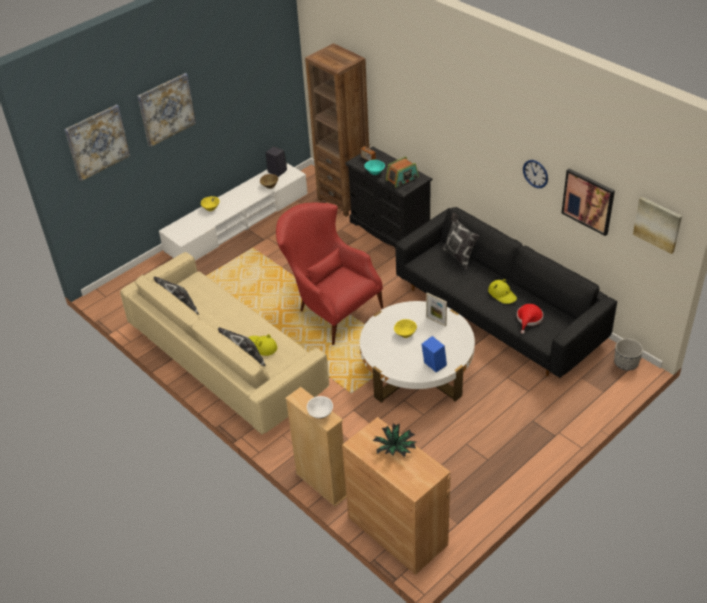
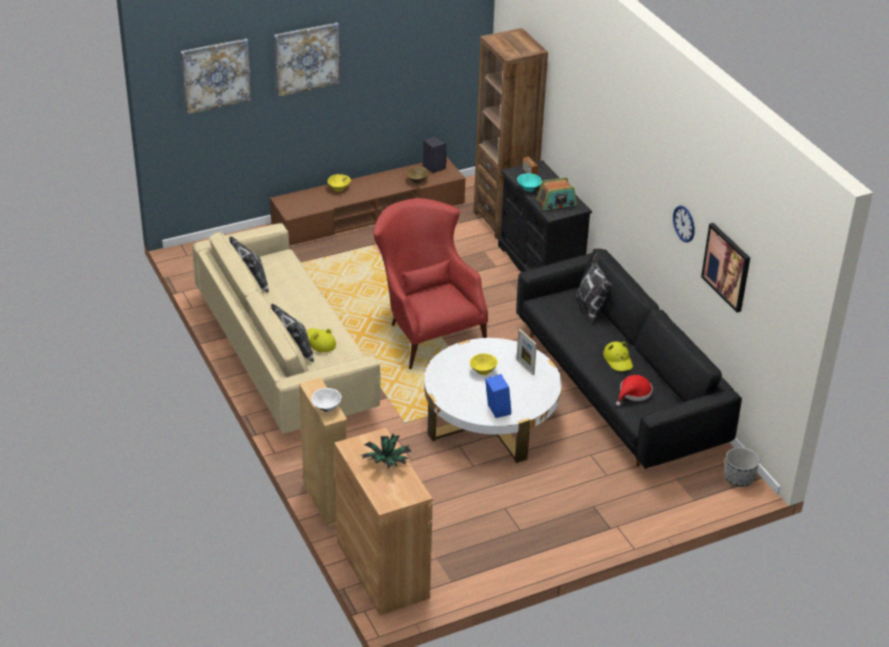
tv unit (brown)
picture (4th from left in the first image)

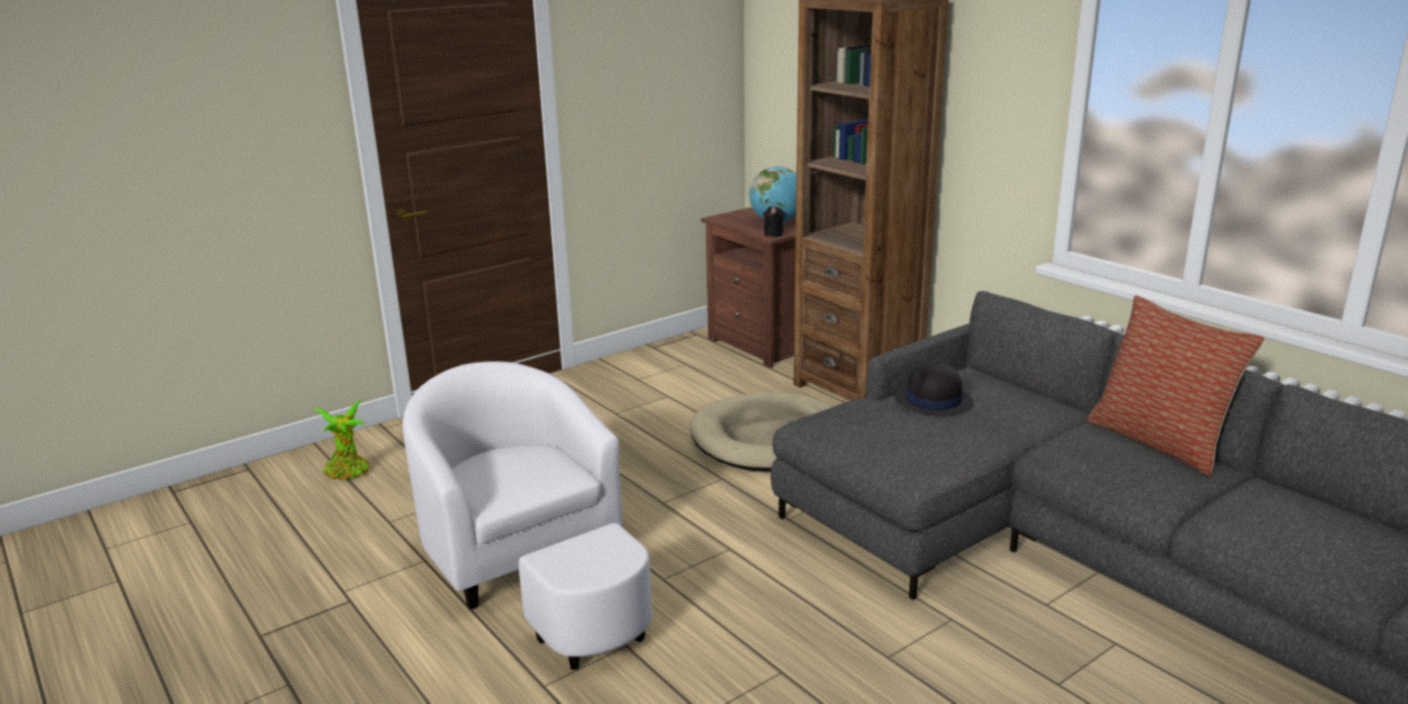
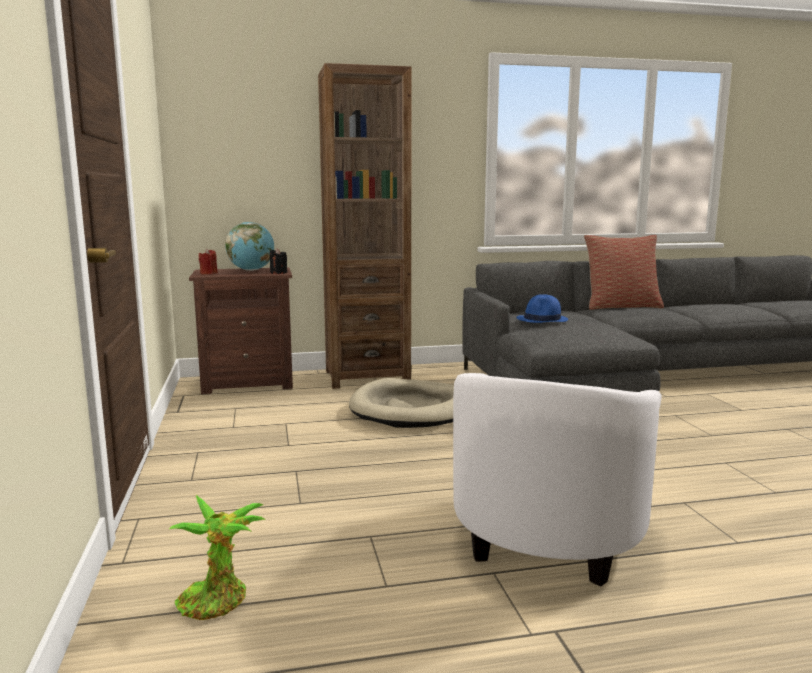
candle (red-coloured)
lounge chair (whitish)
clothing hat (bluish)

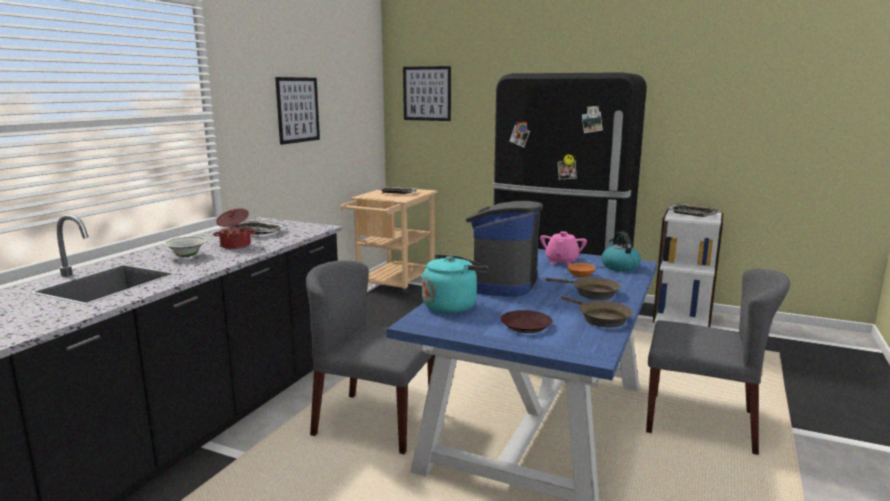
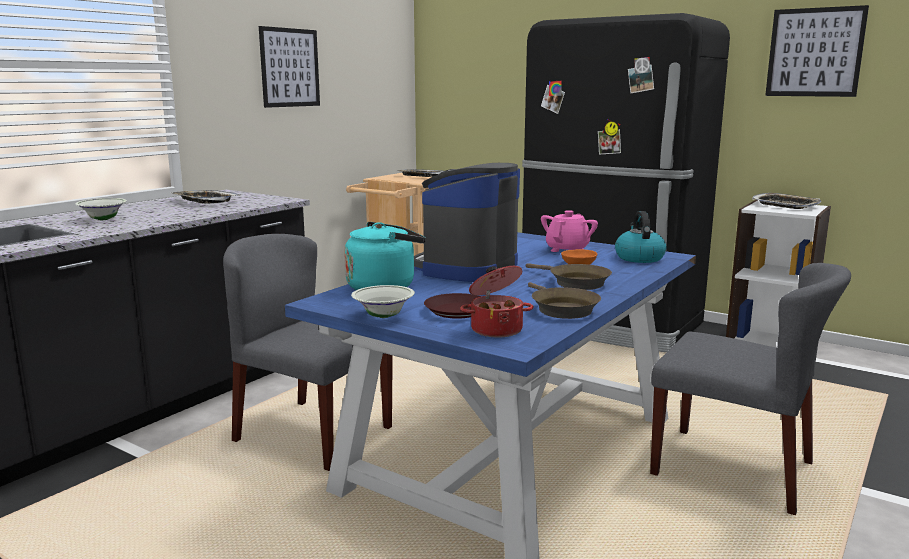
serving bowl (whitish) (2nd from left)
stockpot
picture (2nd from left)

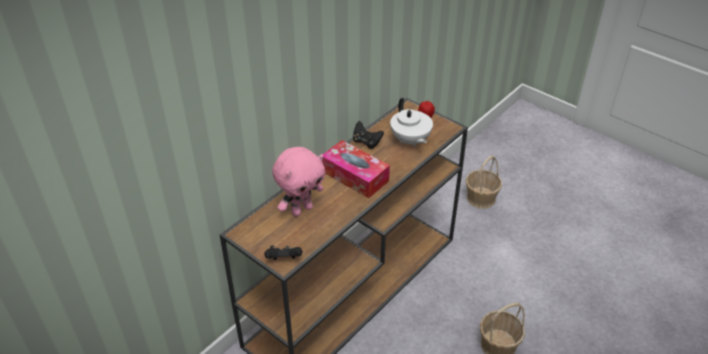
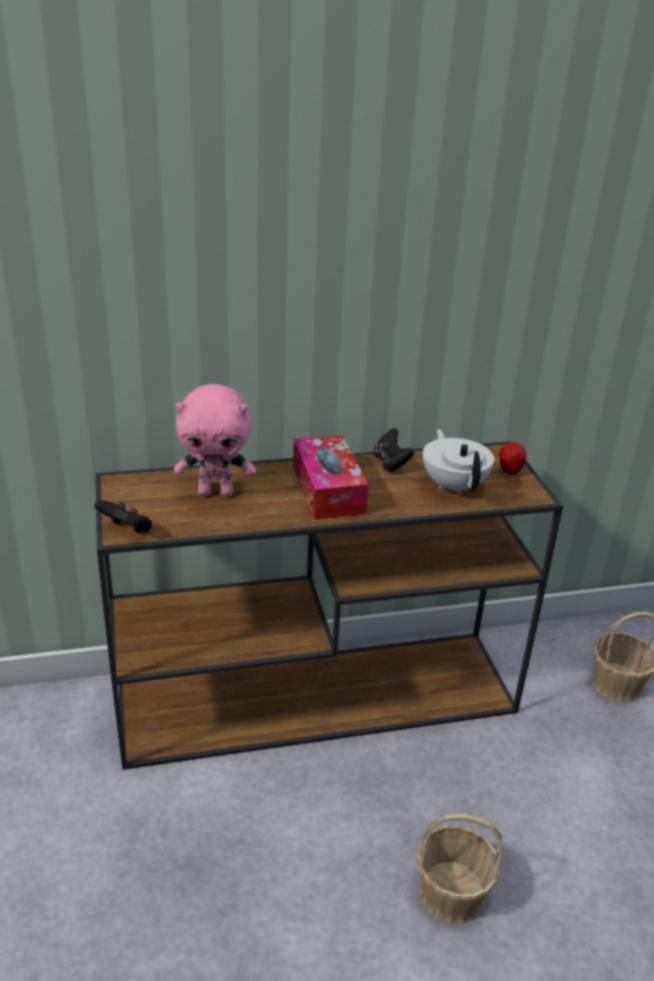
teapot (whitish)

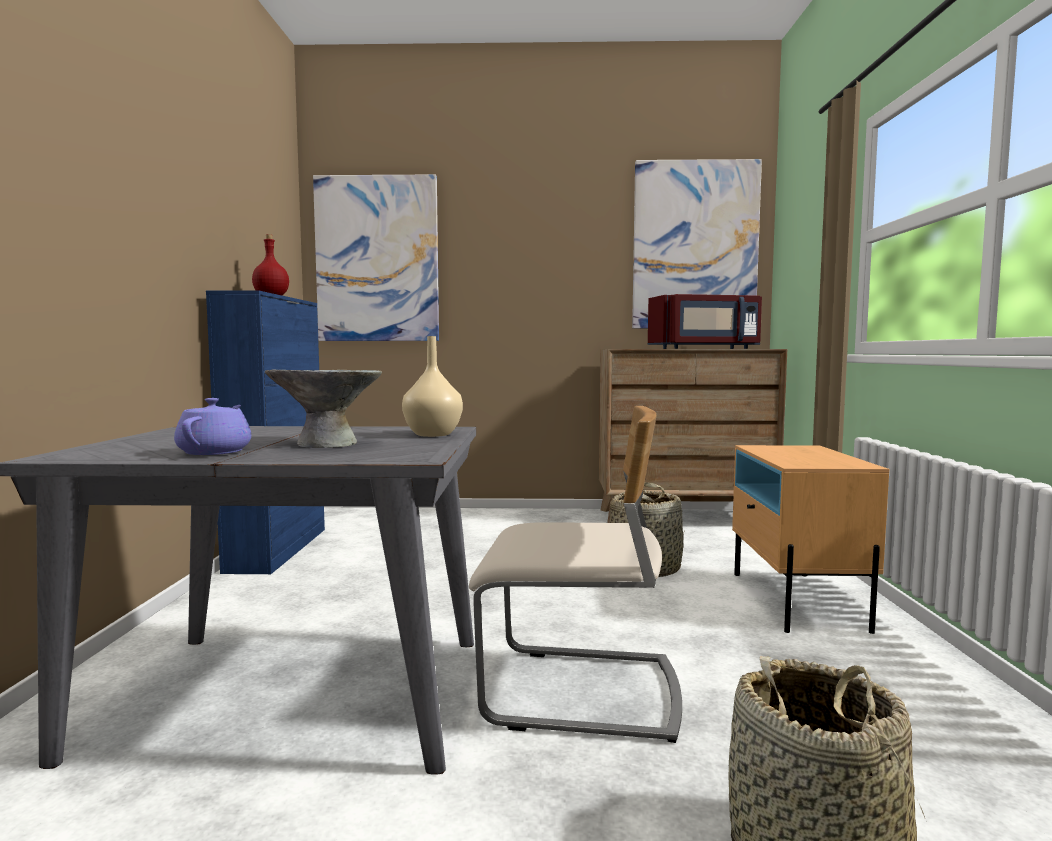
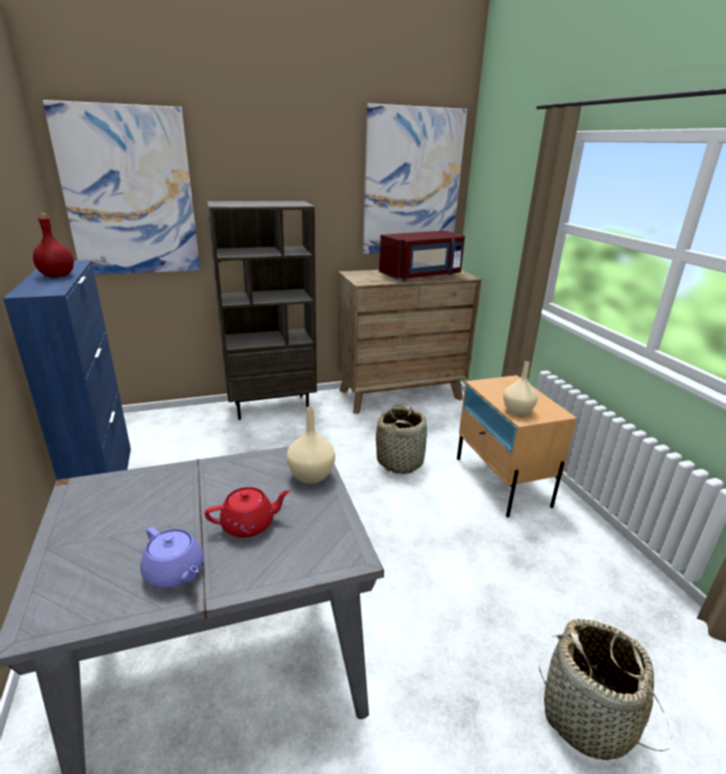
teapot (purple)
teapot (red-coloured)
bookshelf (brown)
flower vase (sand-coloured) (2nd from left)
upright chair (sand-coloured)

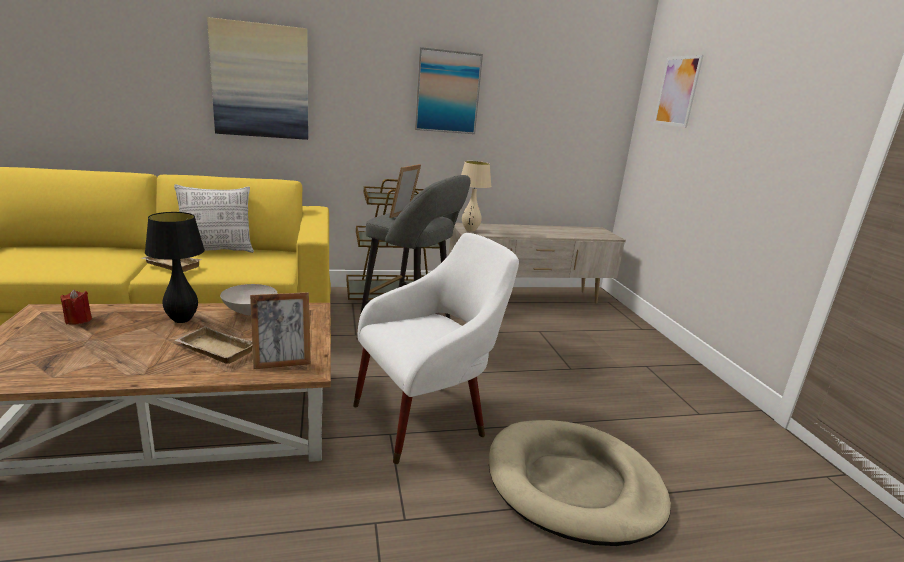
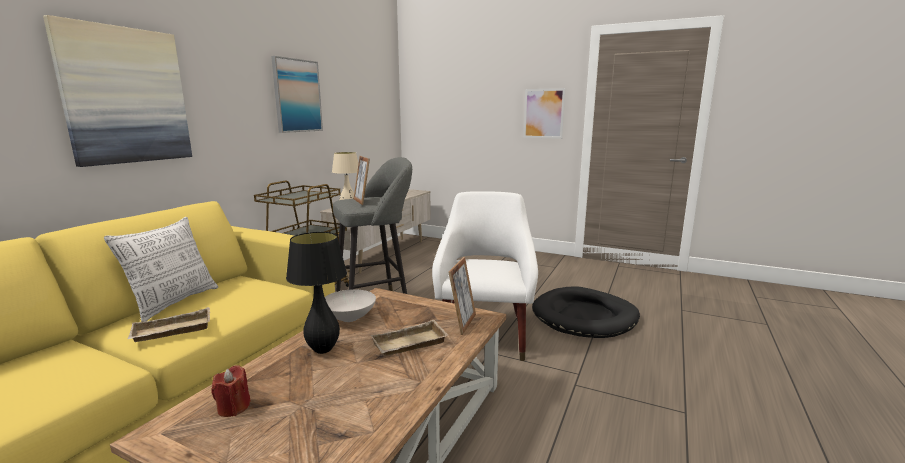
picture (3rd from left)
dog bed (blackish)

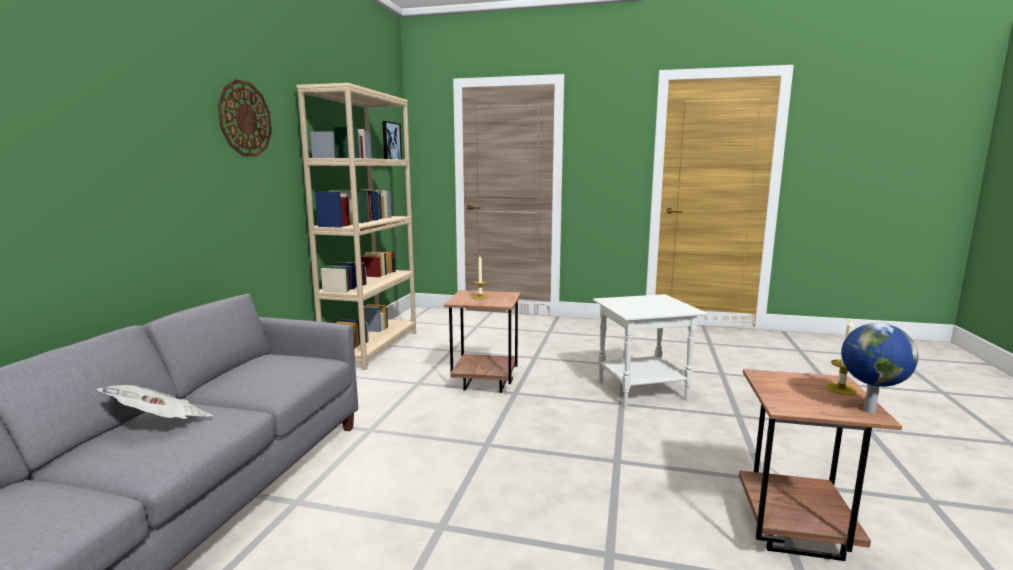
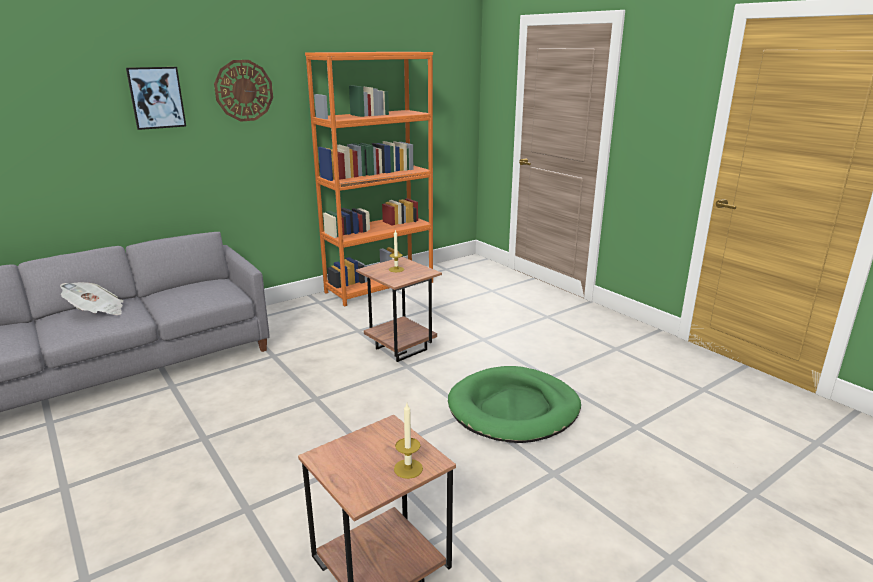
picture
bookshelf (orangey)
dog bed (green)
world globe

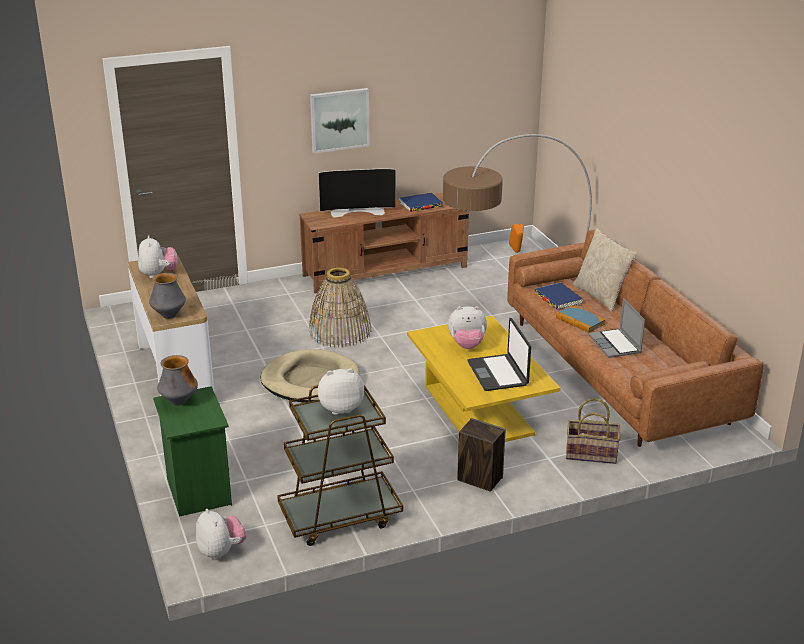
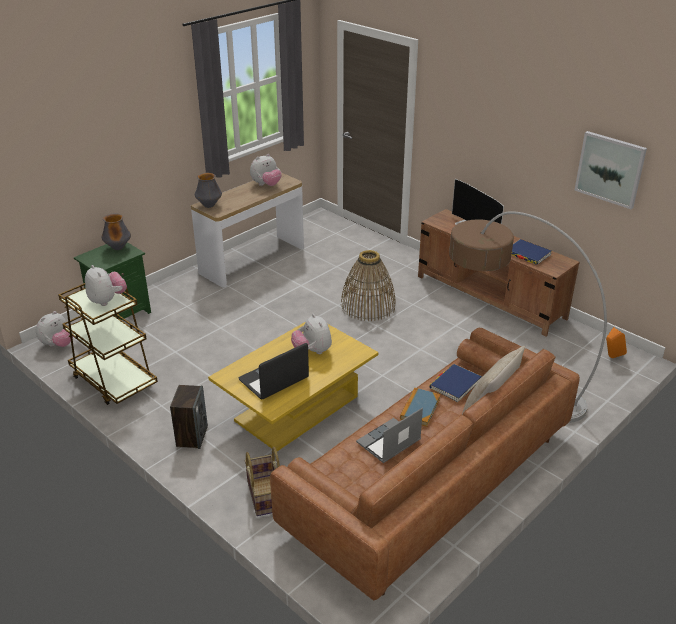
picture
dog bed (sand-coloured)

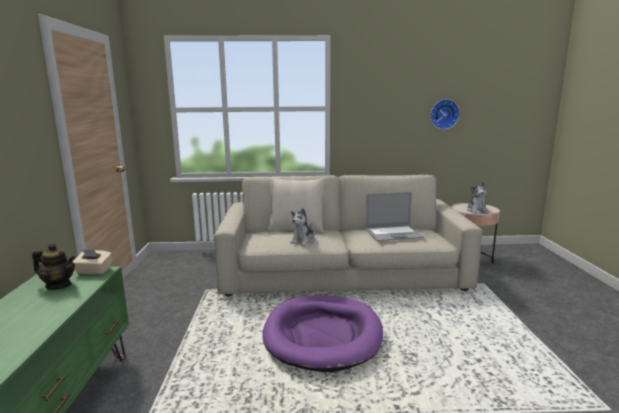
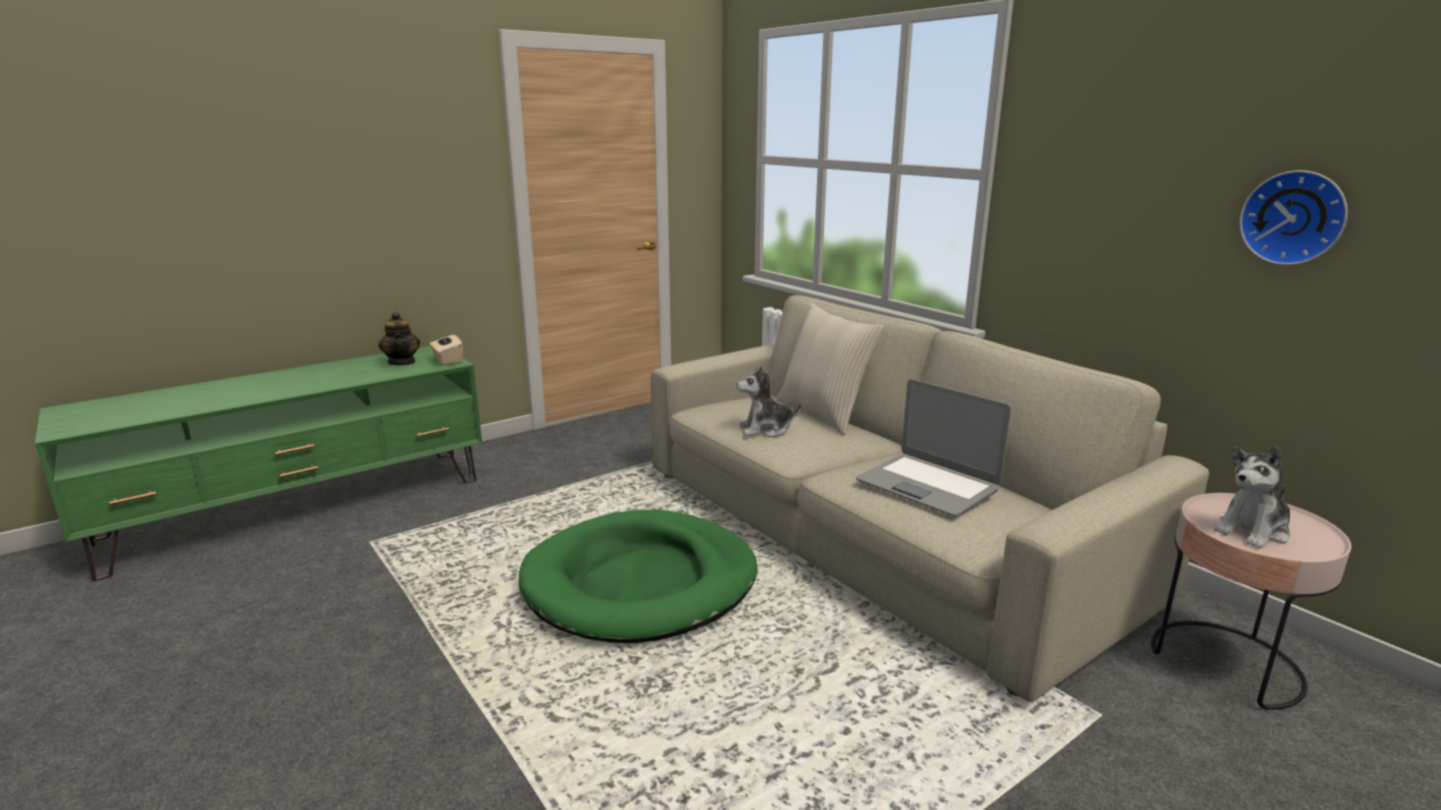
dog bed (green)

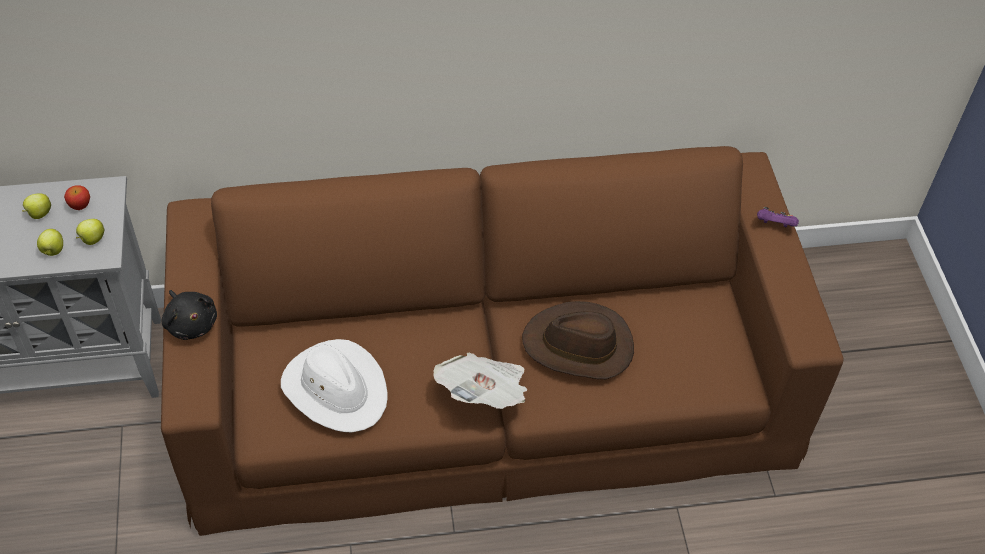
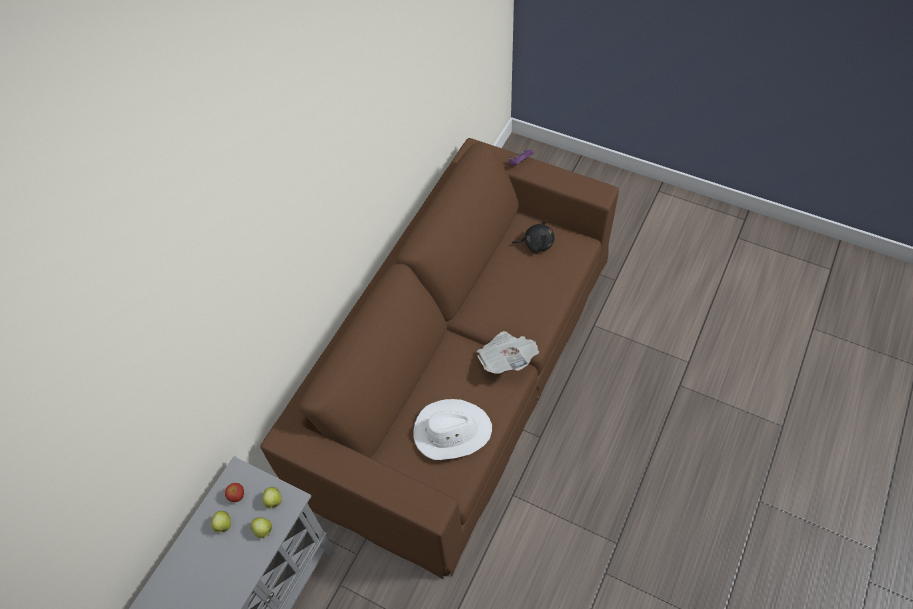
plush toy (blackish)
clothing hat (brown)

